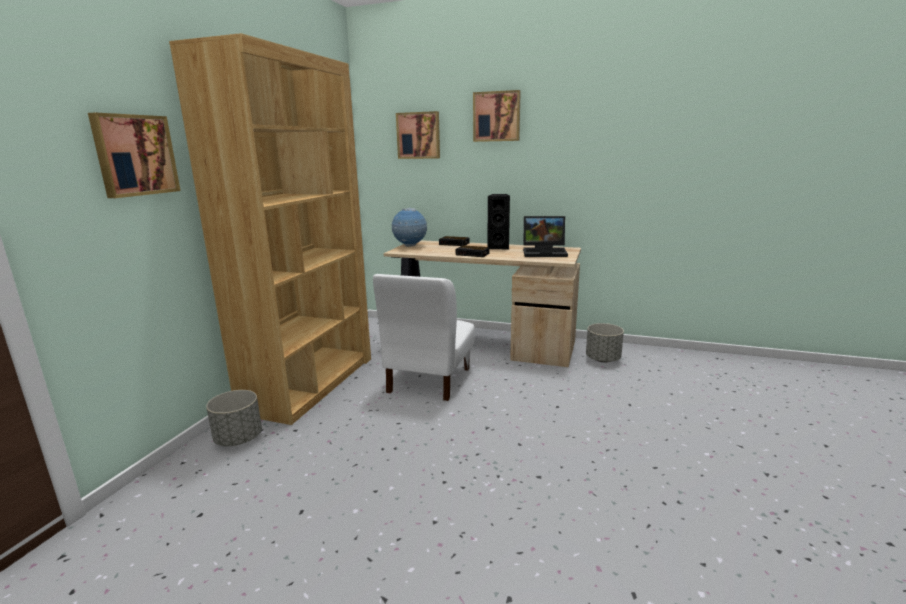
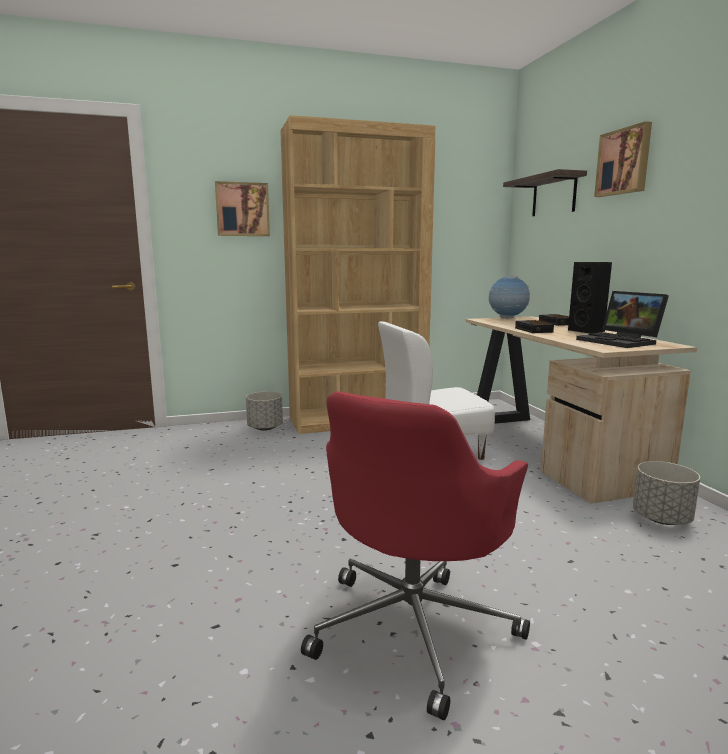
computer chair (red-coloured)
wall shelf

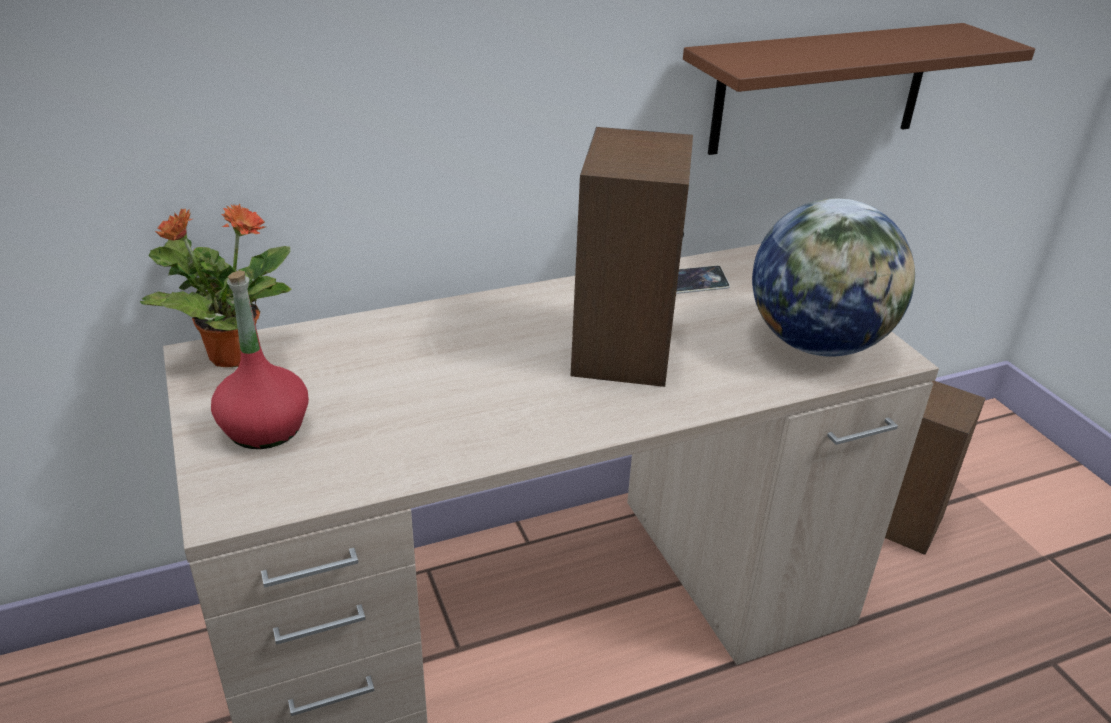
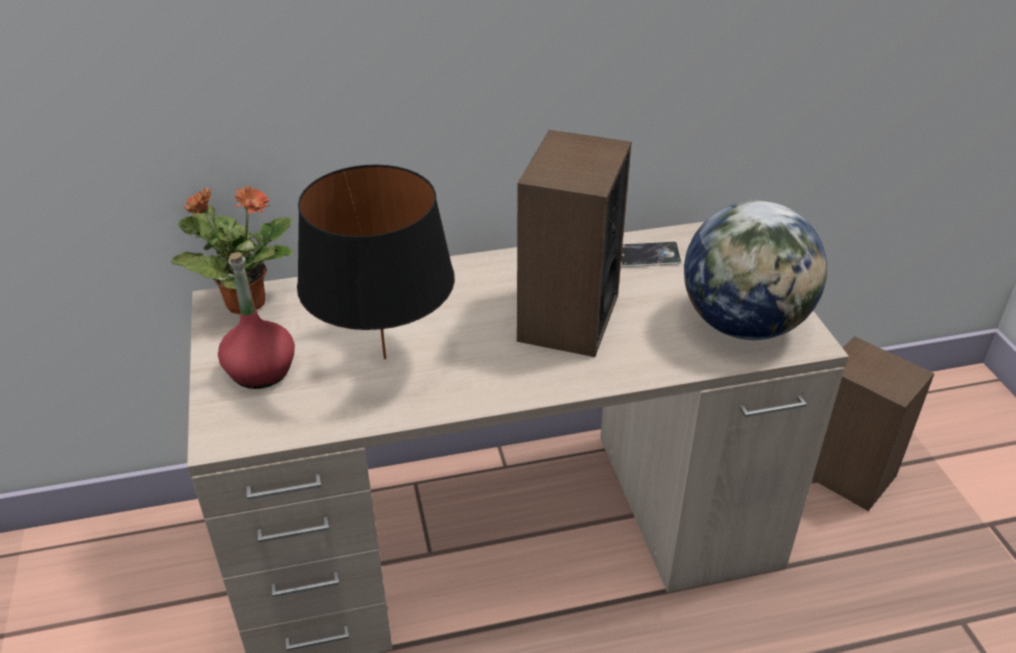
tabletop lamp (blackish)
wall shelf (brown)

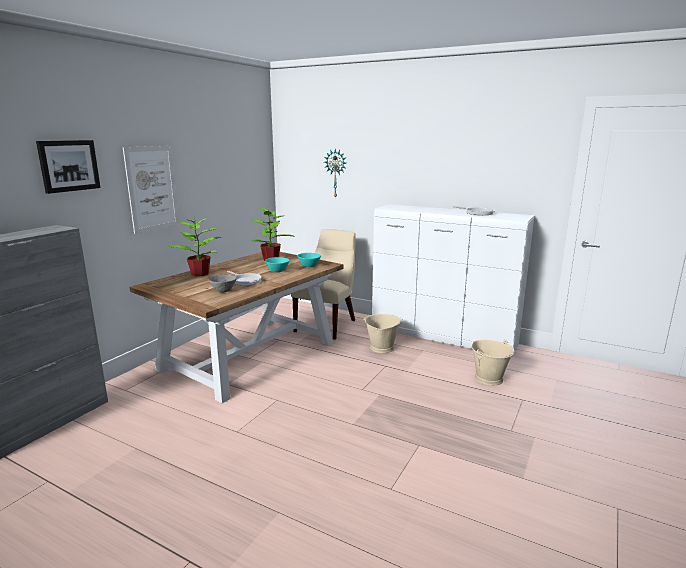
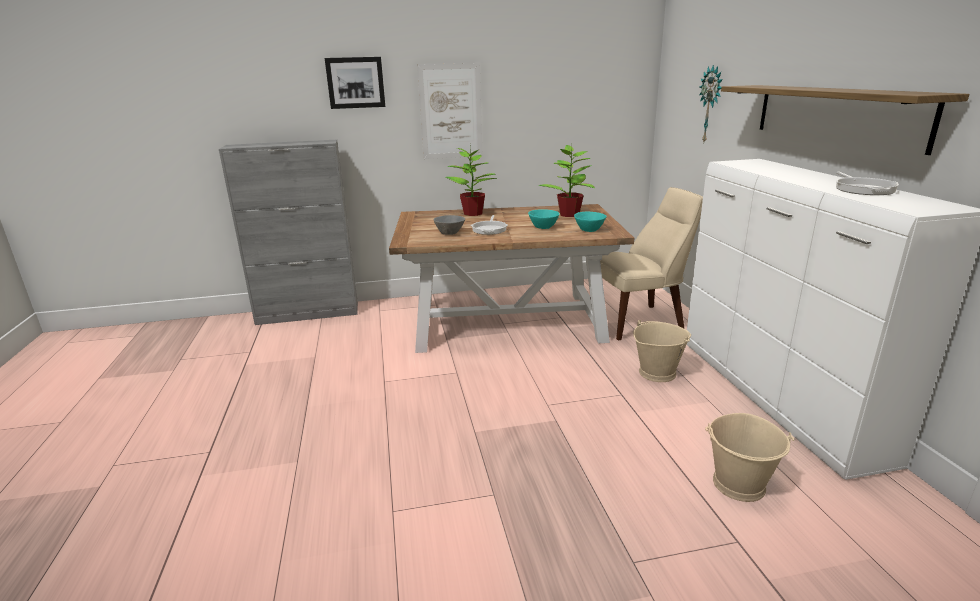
wall shelf

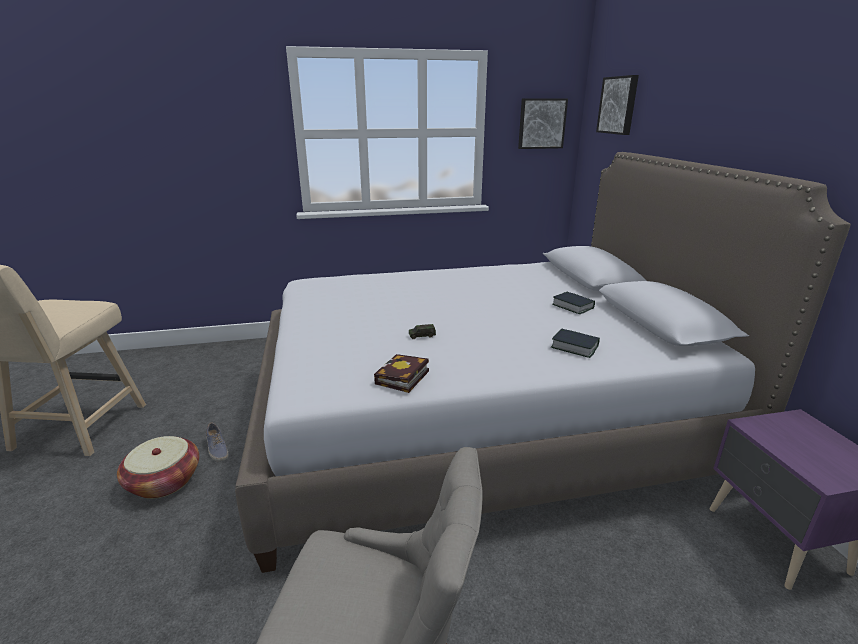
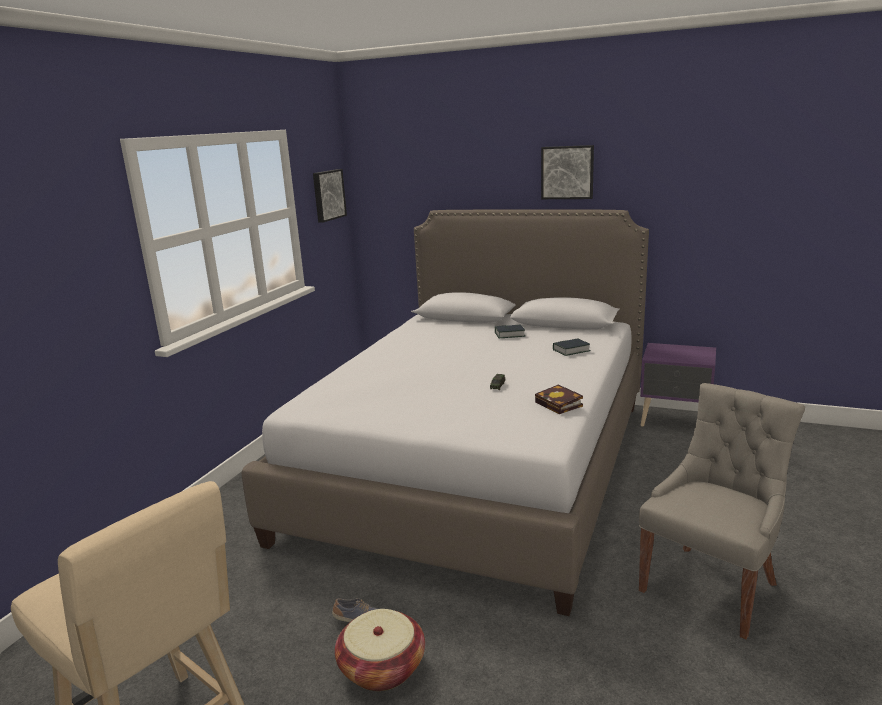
picture (2nd from left)

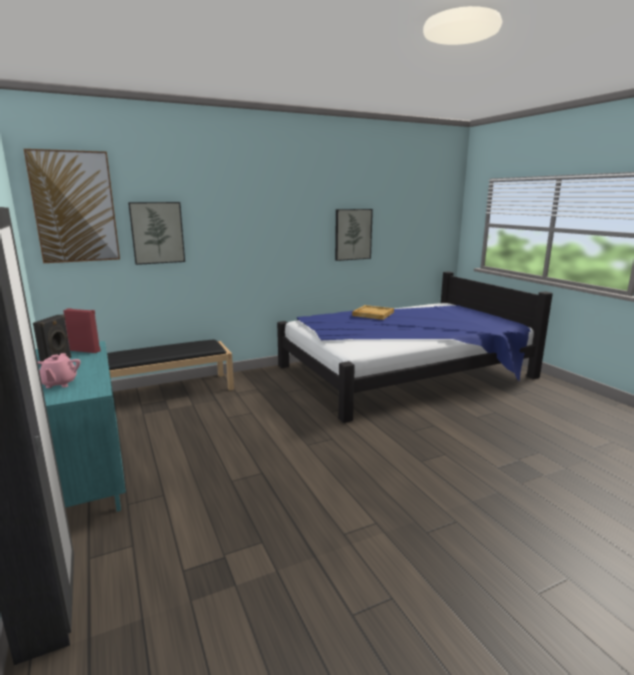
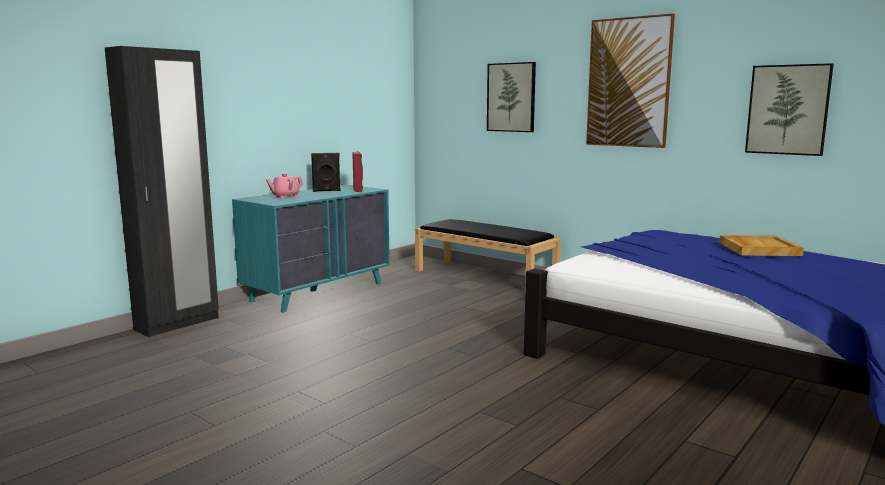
picture (2nd from left)

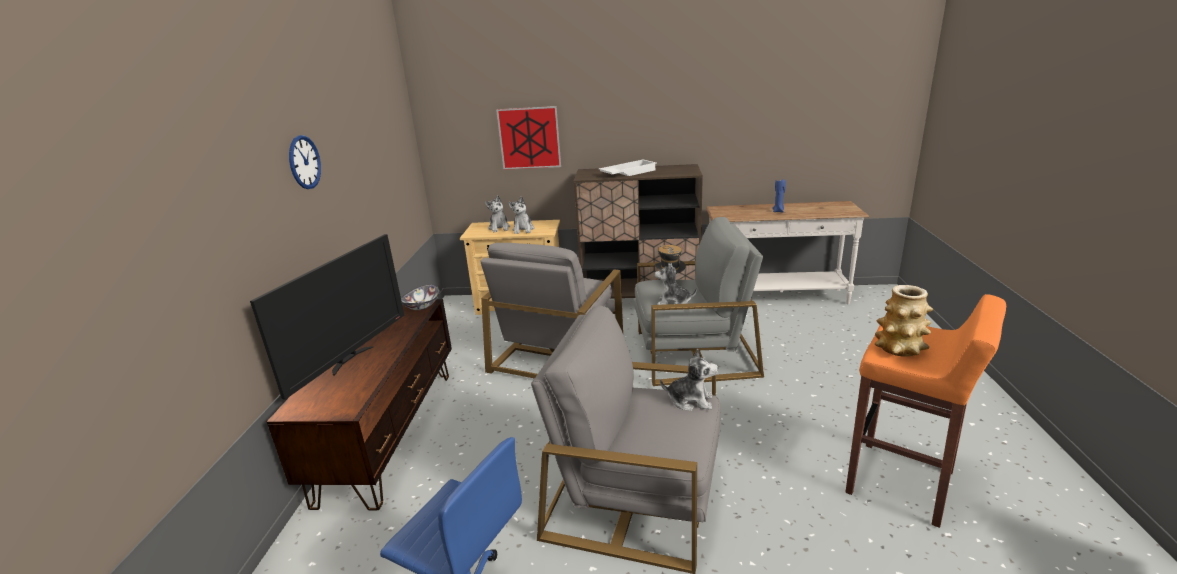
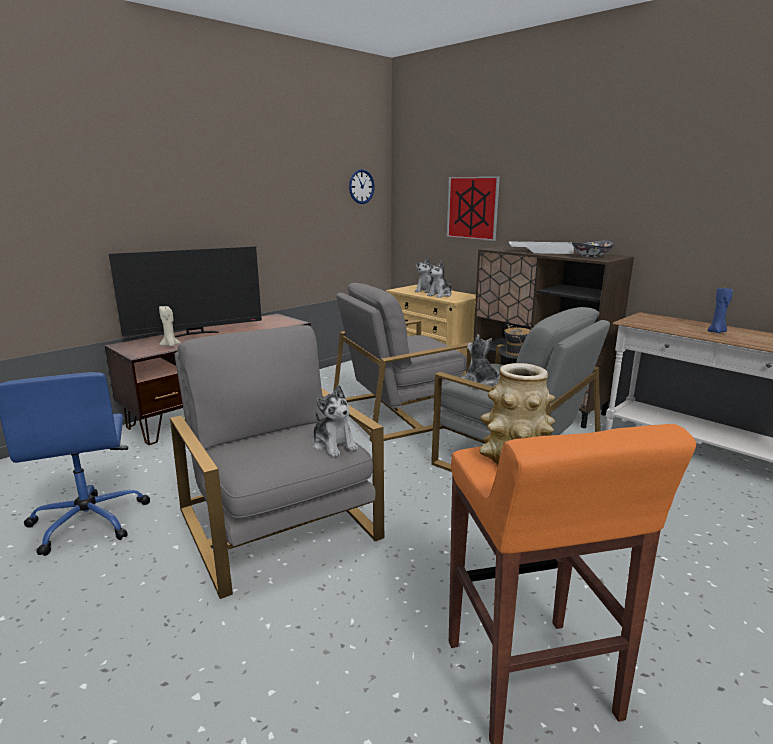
candle (sand-coloured)
hanging clock
serving bowl

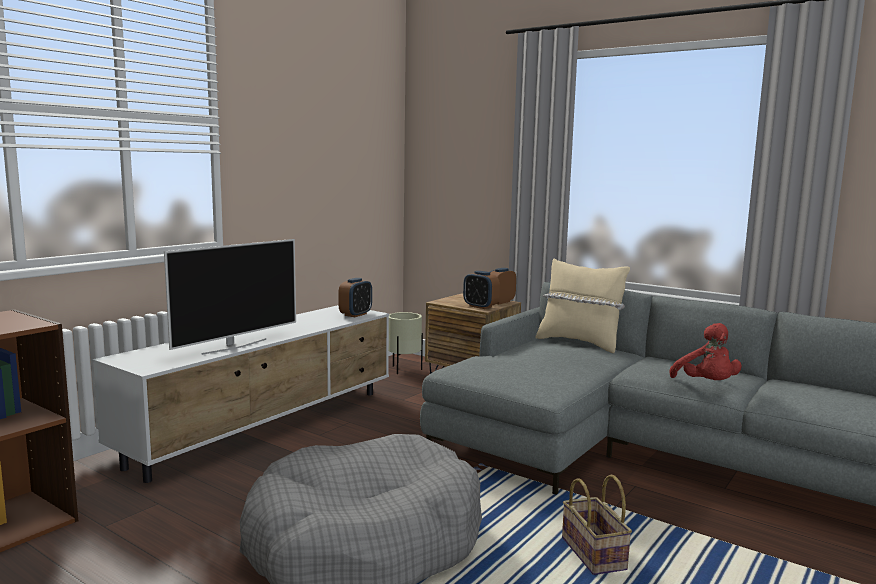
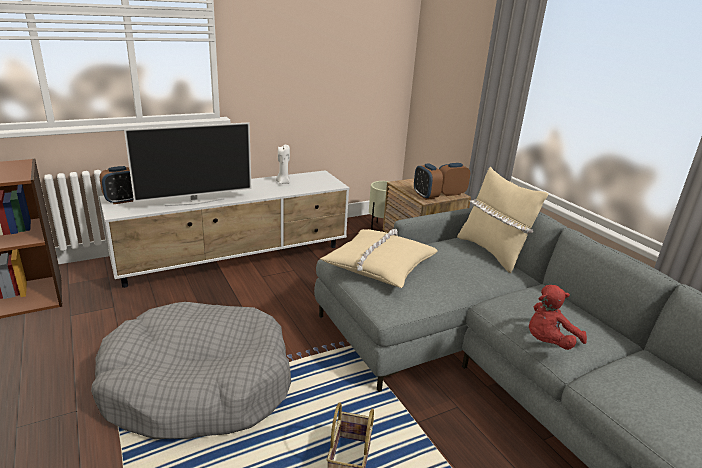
table clock (1st from left)
candle (whitish)
cushion (sand-coloured) (1st from left)
plush toy (red-coloured)

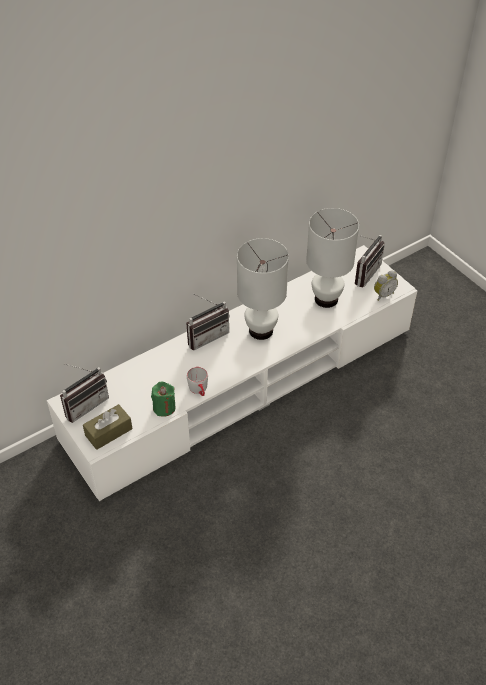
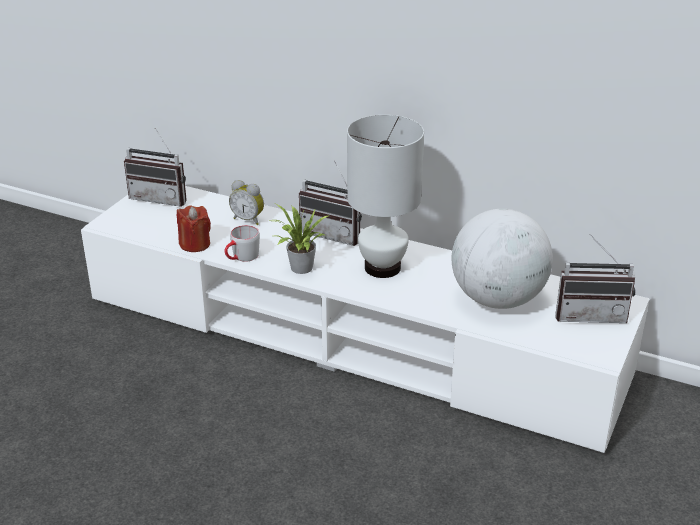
candle (red-coloured)
table clock
houseplant
world globe
tissue holder (brown)

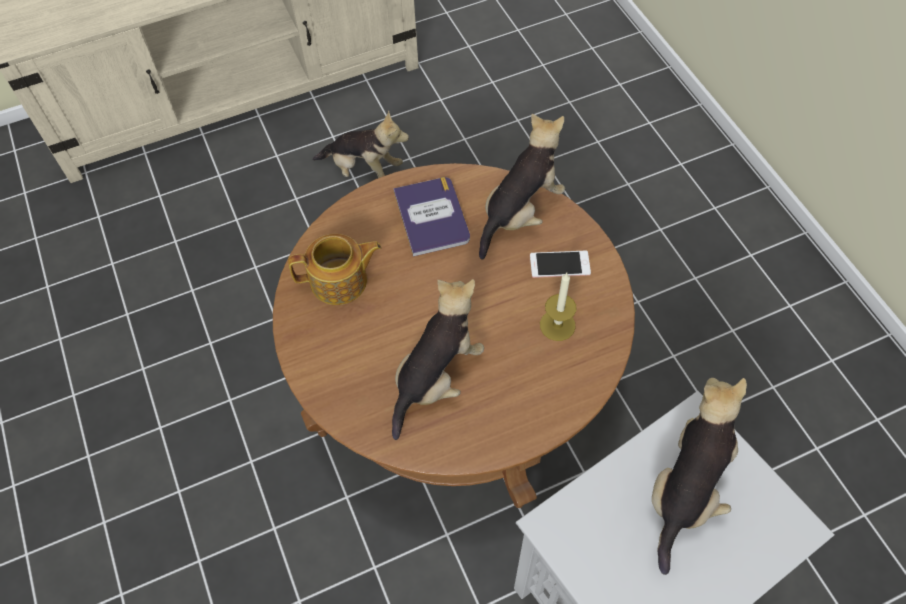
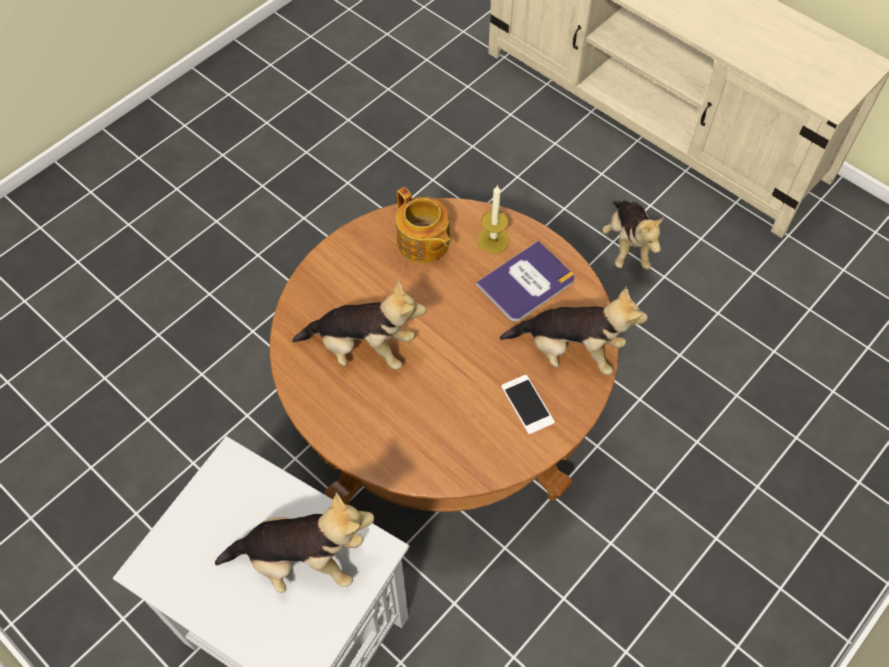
candle

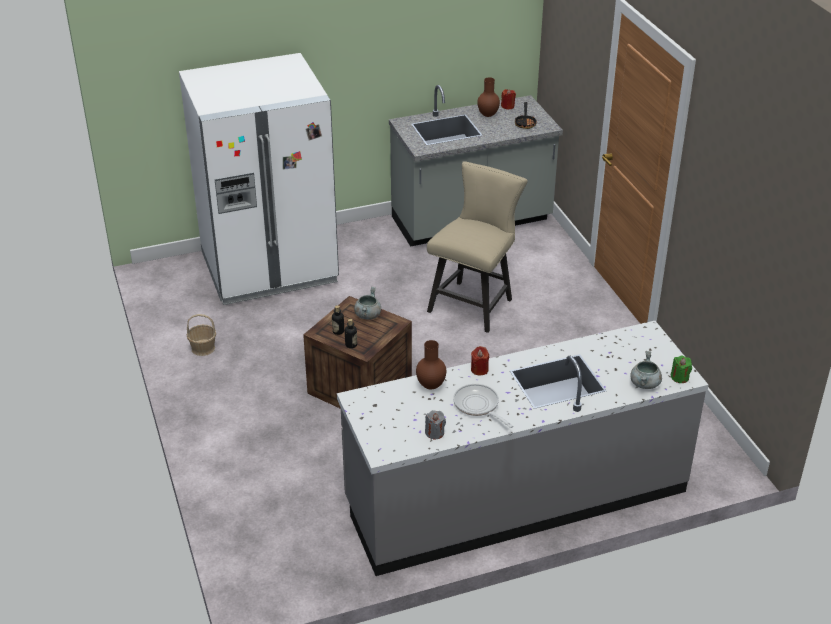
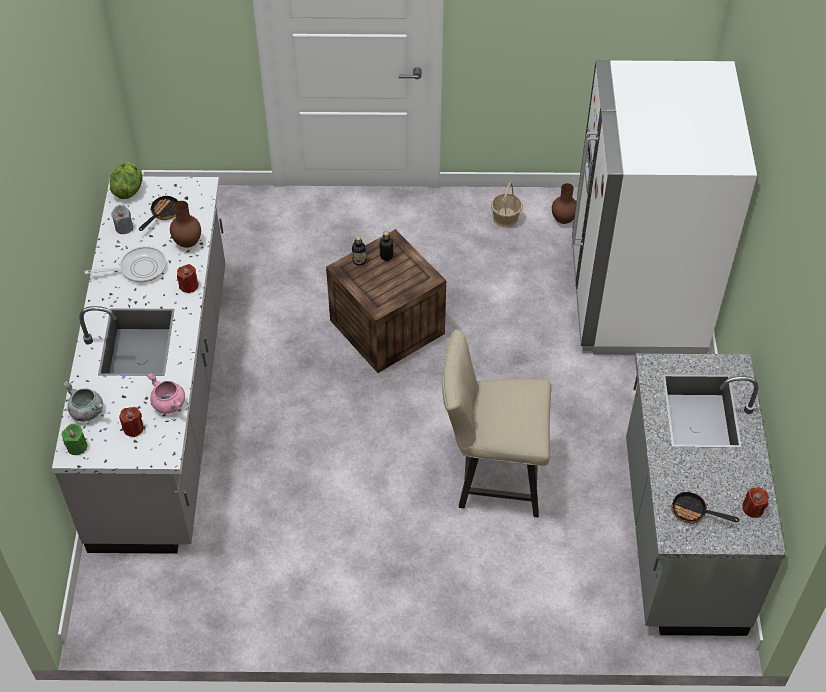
lettuce head
candle (red-coloured) (1st from left)
pan (2nd from left)
stockpot (pinkish)
upright chair (sand-coloured)
flower vase (brown) (2nd from left)
stockpot (greyish) (1st from left in the first image)

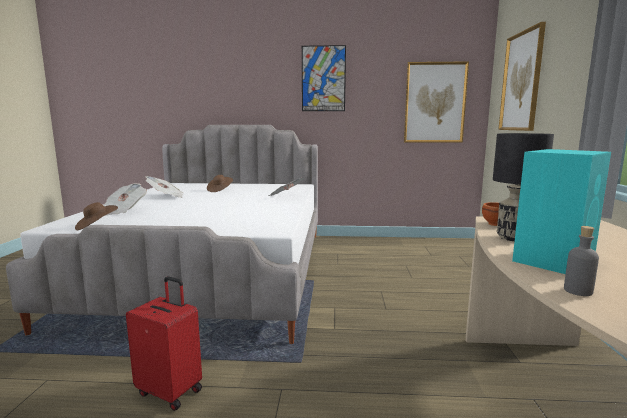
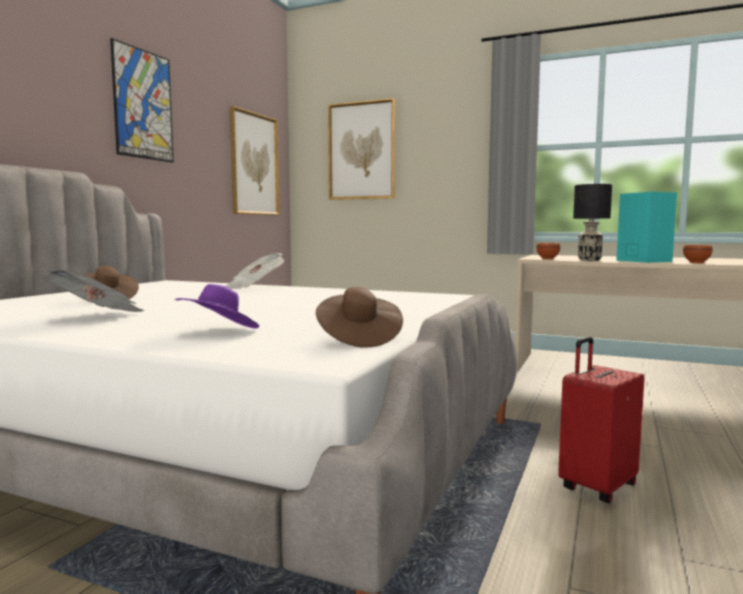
clothing hat (purple)
serving bowl (brown) (2nd from left)

